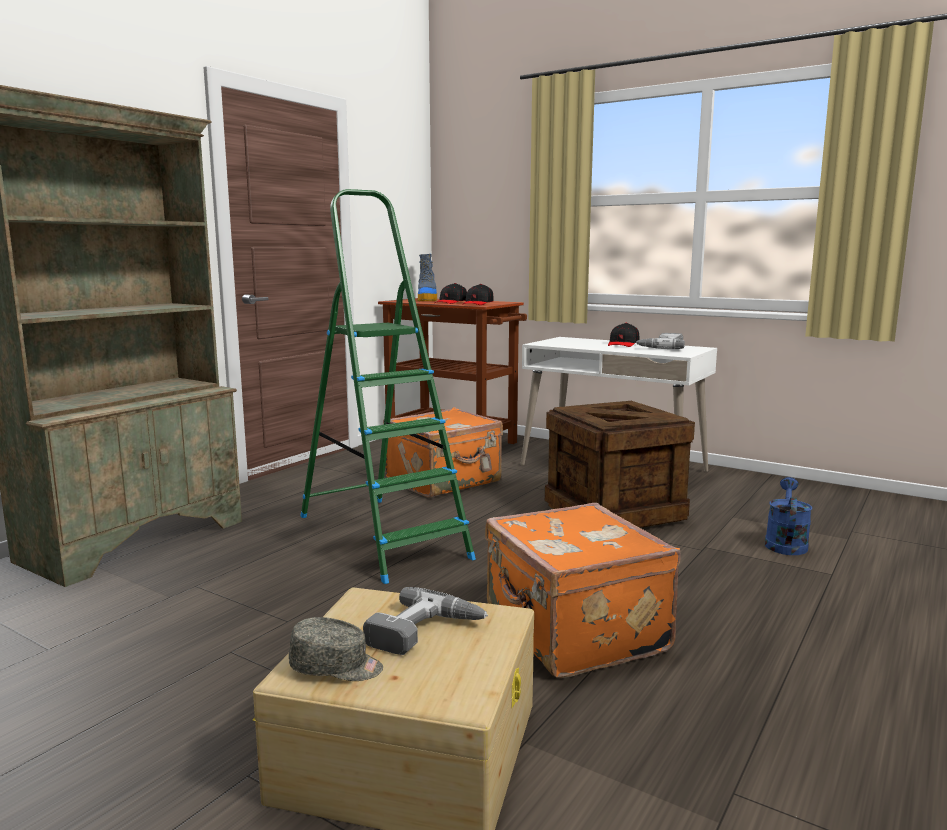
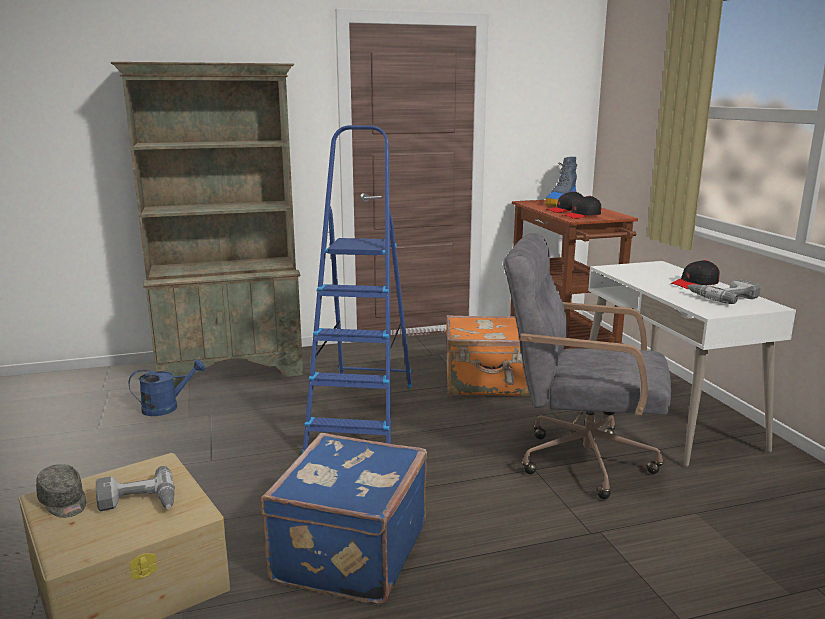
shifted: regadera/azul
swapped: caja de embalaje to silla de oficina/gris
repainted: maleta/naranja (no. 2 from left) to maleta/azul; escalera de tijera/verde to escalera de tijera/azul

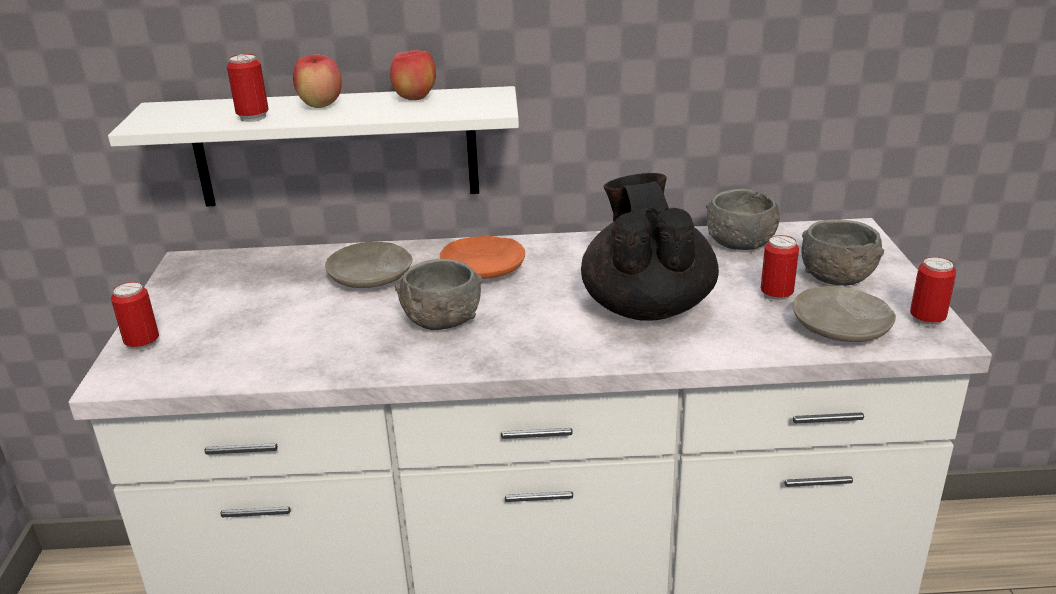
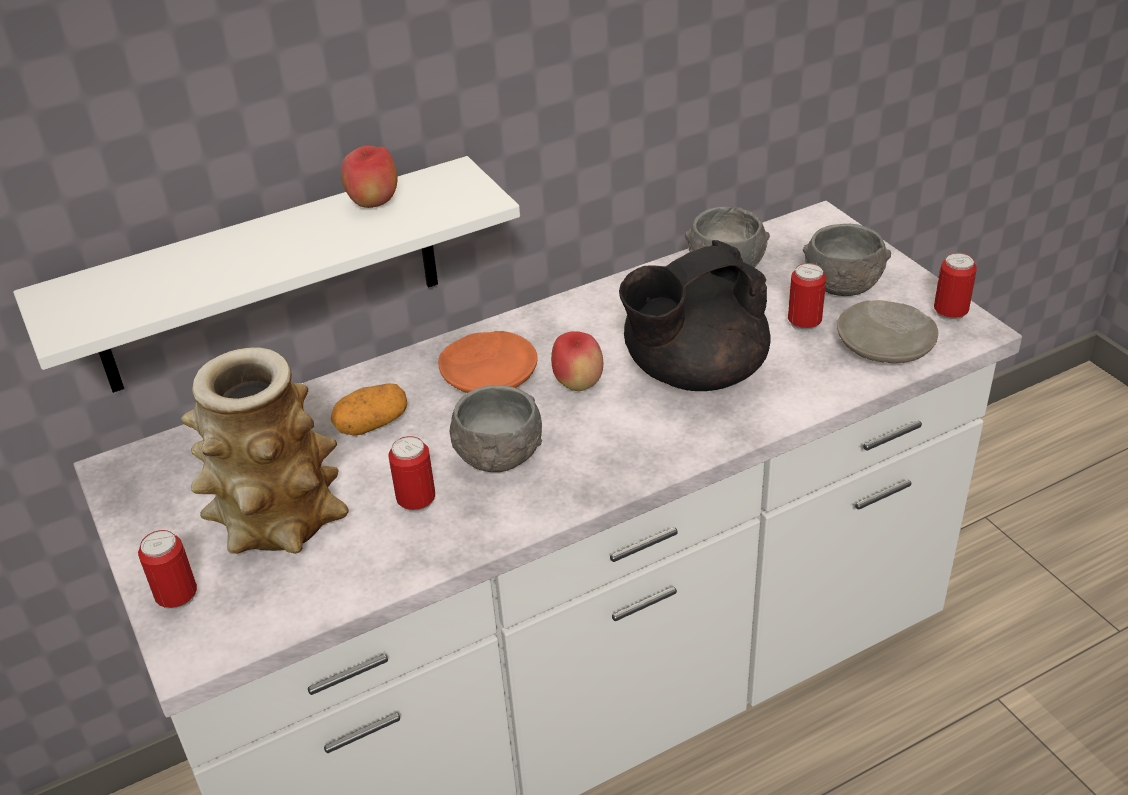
new: florero
shifted: lata (no. 2 from left); manzana (no. 1 from left in the first image) to manzana (no. 2 from left)
swapped: plato/beis (no. 1 from left) to patata
rotated: tetera/negro 90 degrees counterclockwise

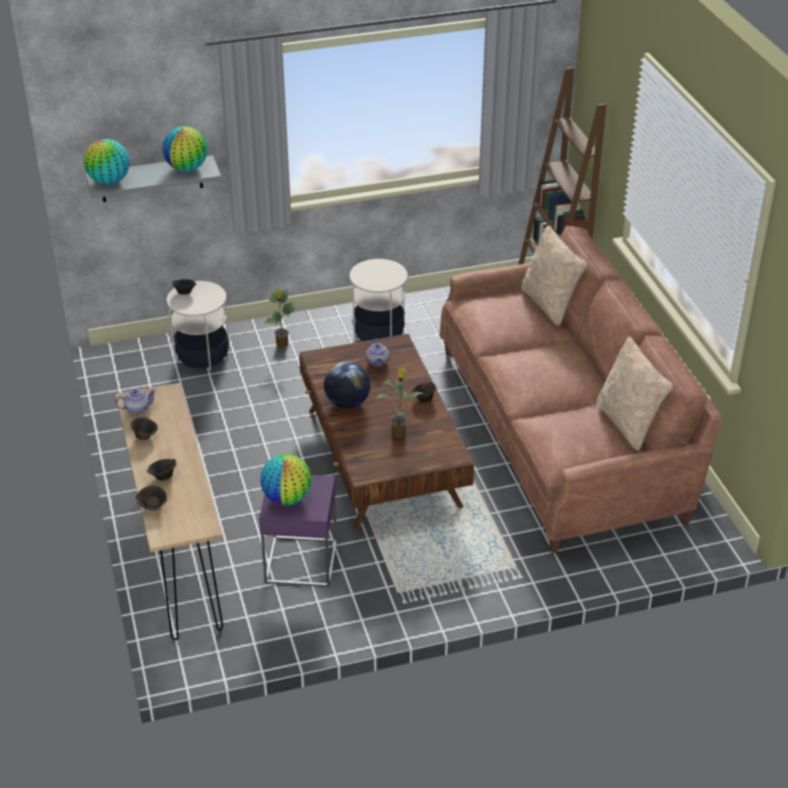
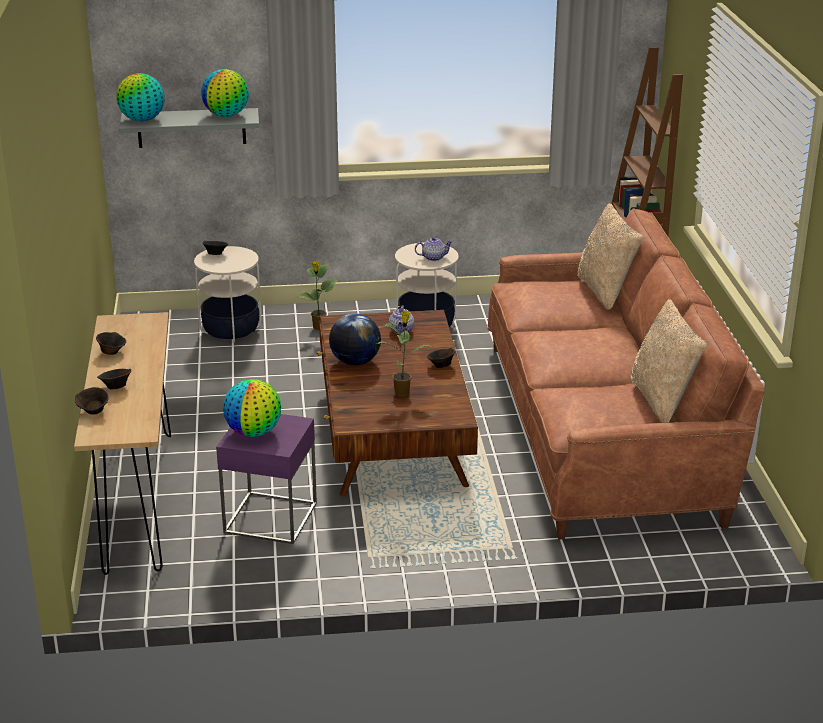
shifted: tetera (no. 1 from left in the first image) to tetera (no. 2 from left)

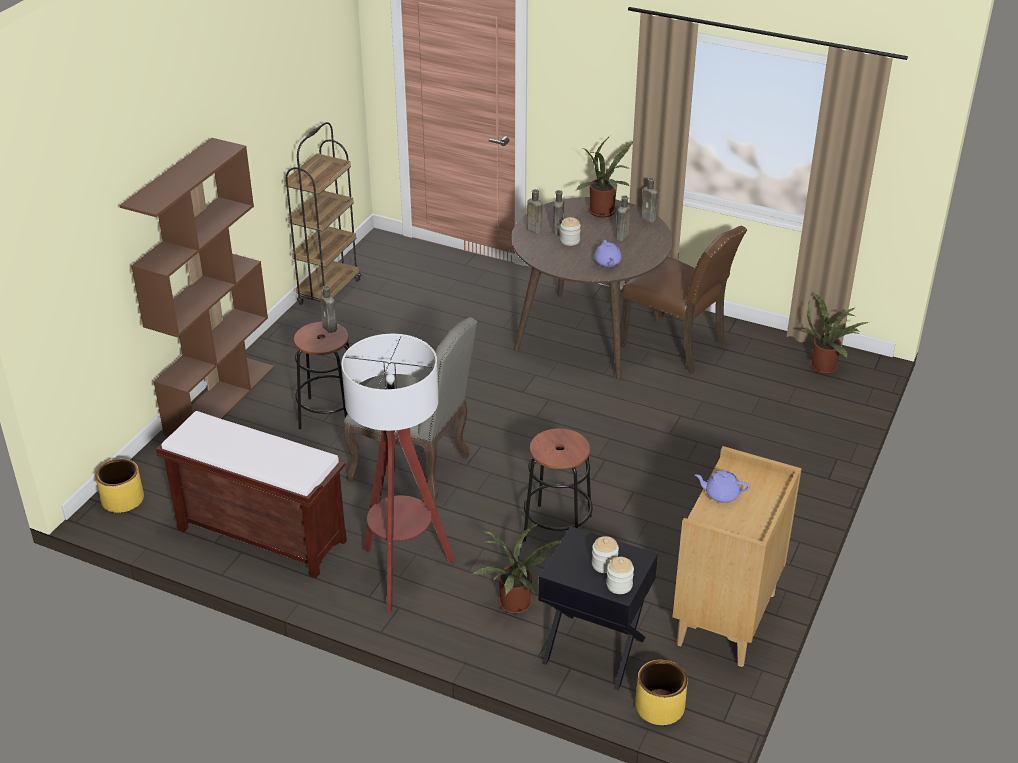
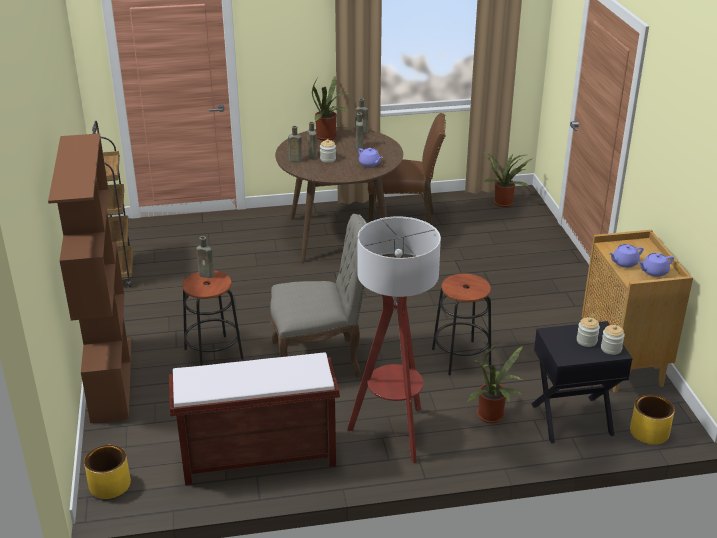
new: tetera/morado (no. 3 from left)

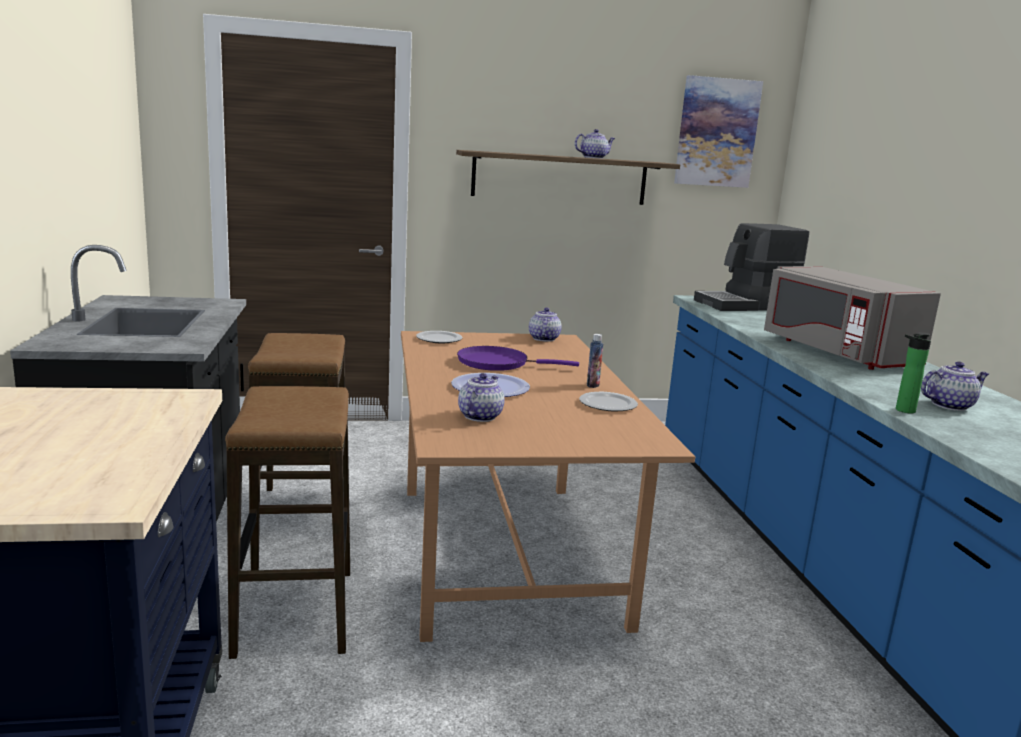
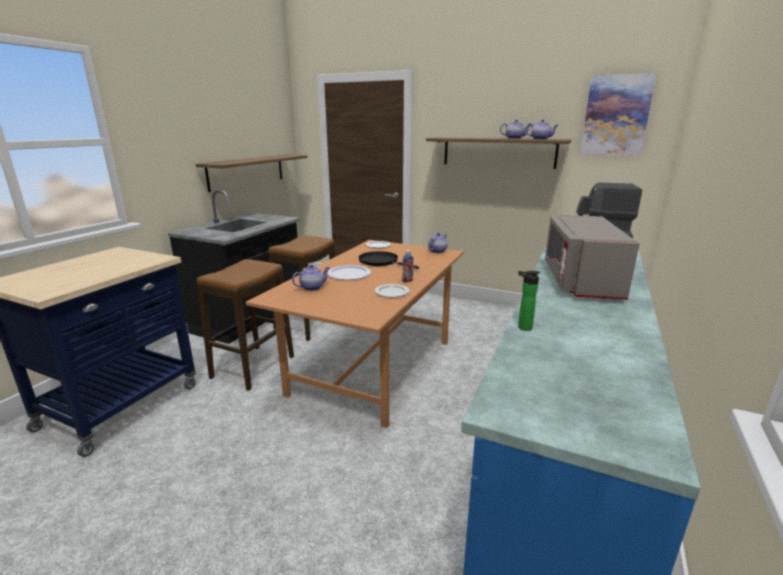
new: estante (no. 1 from left)
shifted: tetera (no. 4 from left)
repainted: sartén/morado to sartén/negro

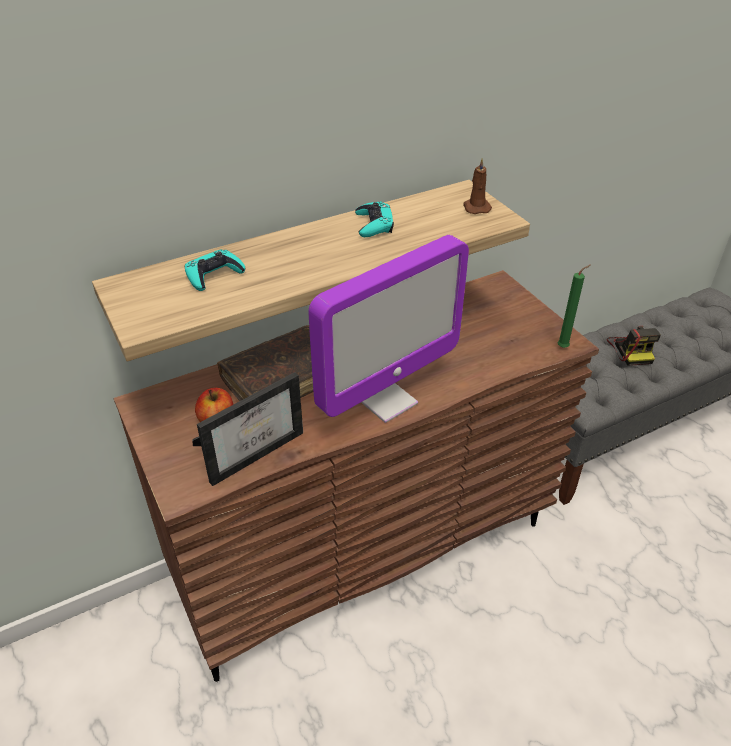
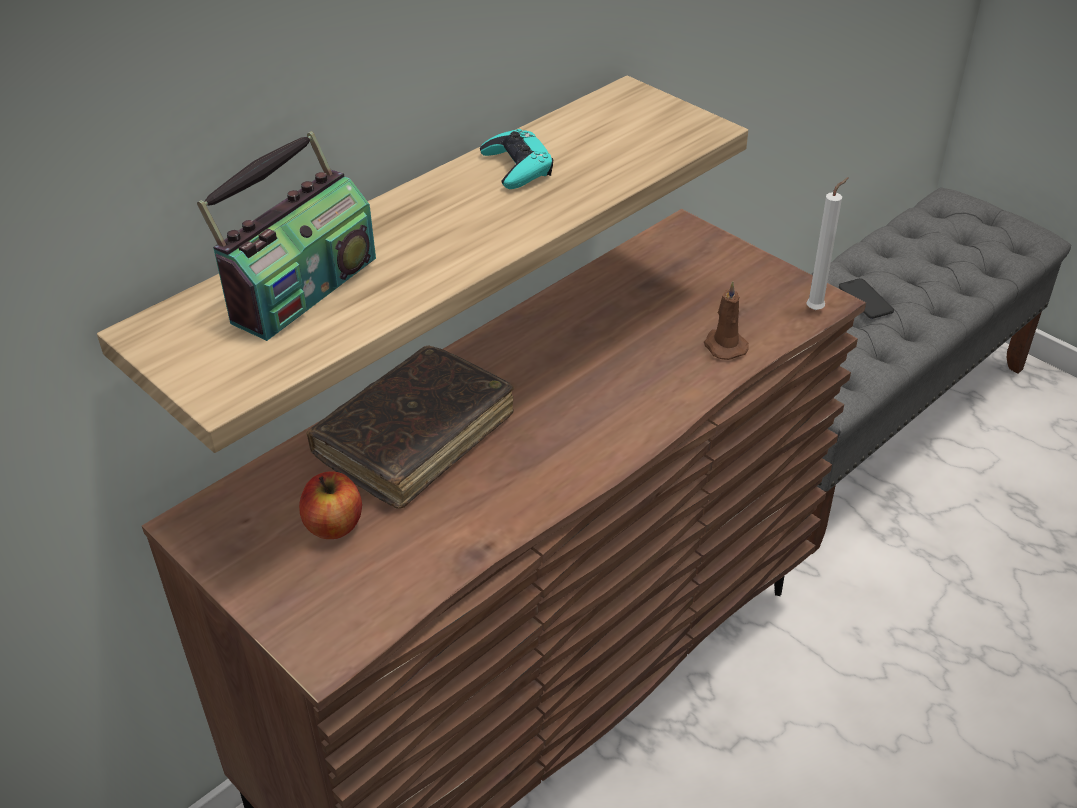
gone: portarretratos; monitor
shifted: vela/marrón
swapped: mando de consola/turquesa (no. 1 from left) to radio; cámara to móvil
repainted: vela/verde to vela/blanco

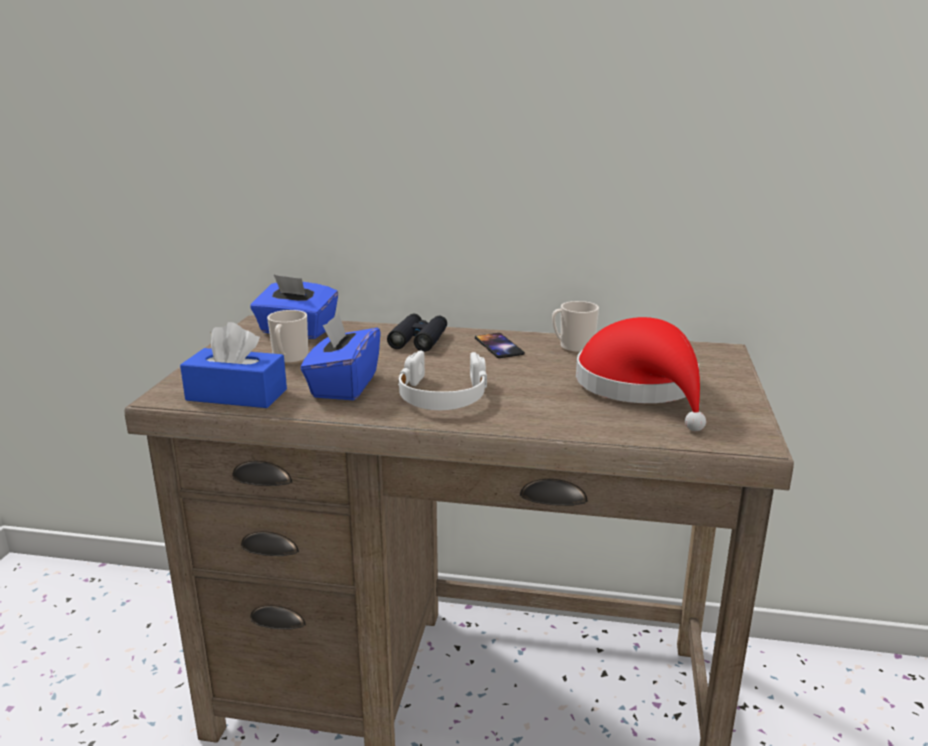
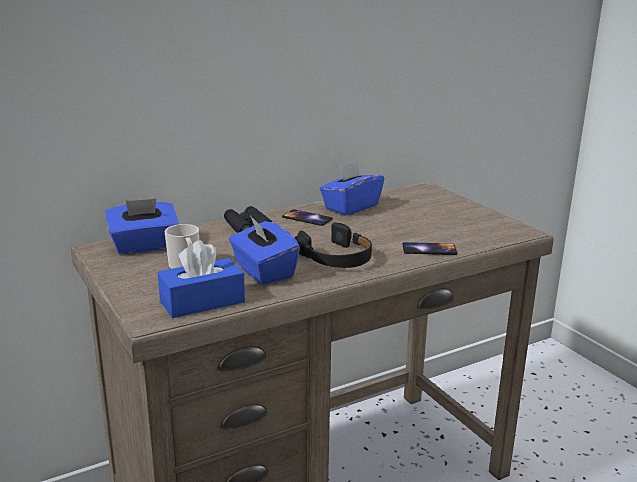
gone: sombrero/rojo
new: móvil (no. 2 from left)
swapped: taza grande (no. 2 from left) to caja de pañuelos/azul (no. 4 from left)
repainted: auriculares/blanco to auriculares/negro

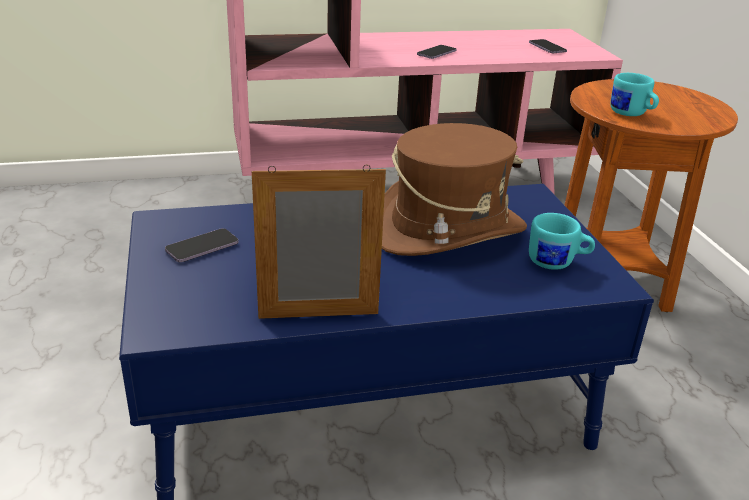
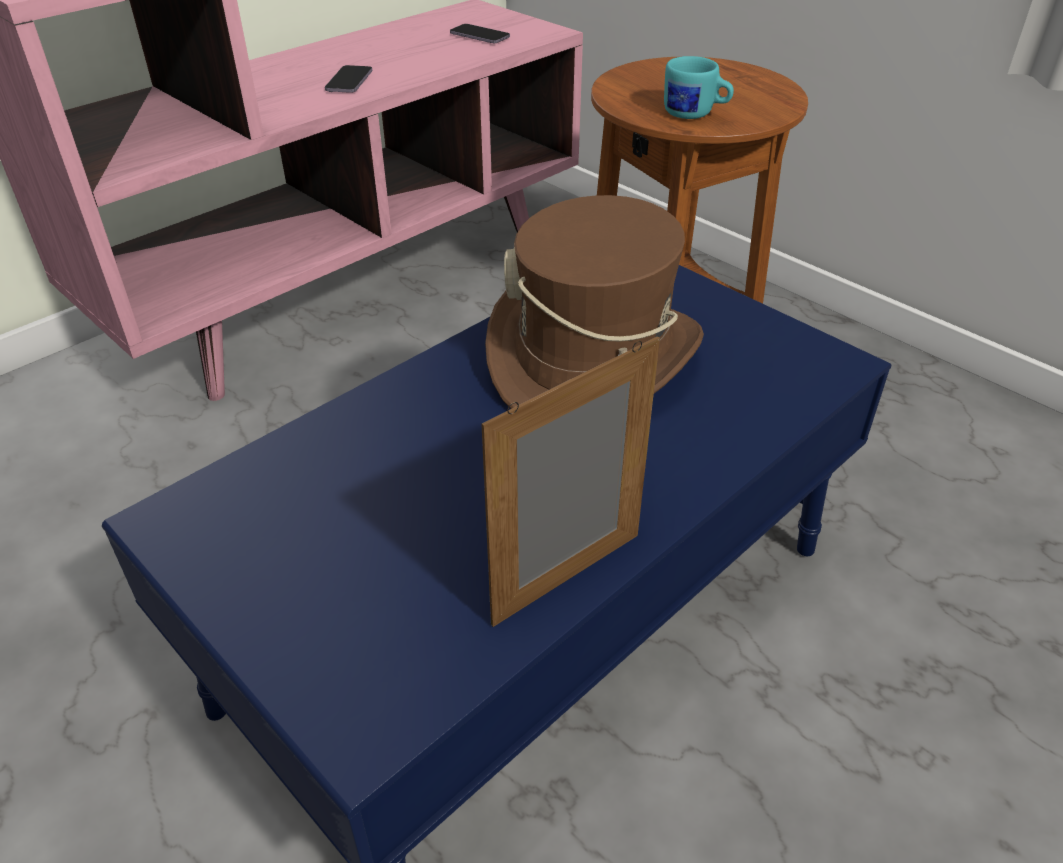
gone: móvil (no. 1 from left); taza grande/turquesa (no. 1 from left)

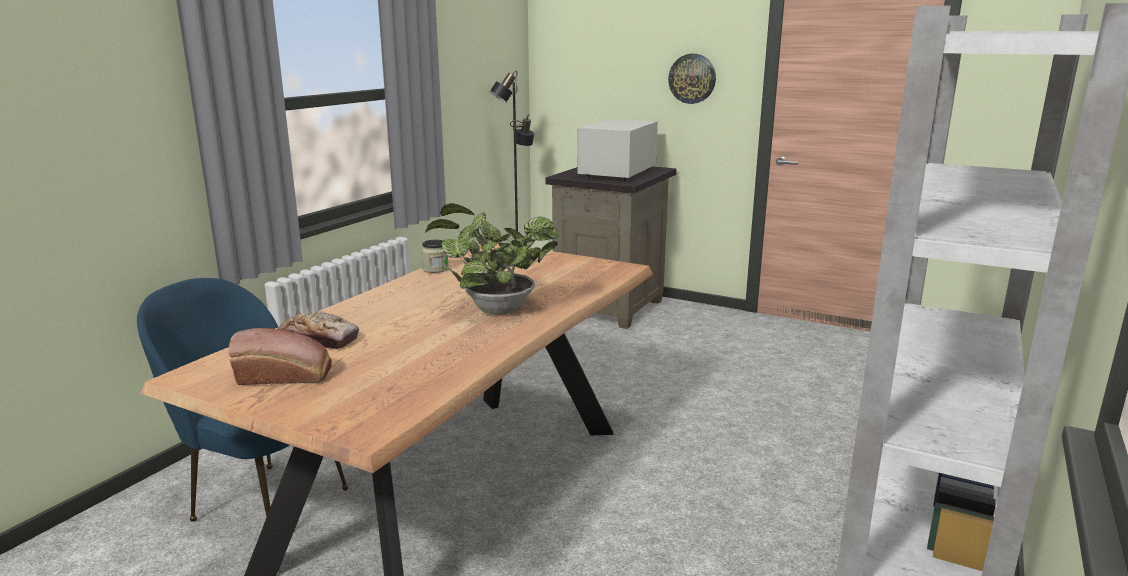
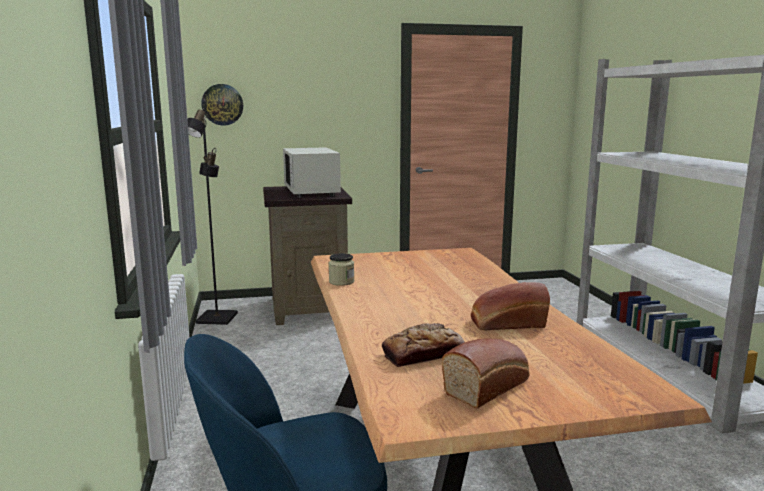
gone: planta en maceta
new: pan (no. 3 from left)
shifted: reloj de pared

